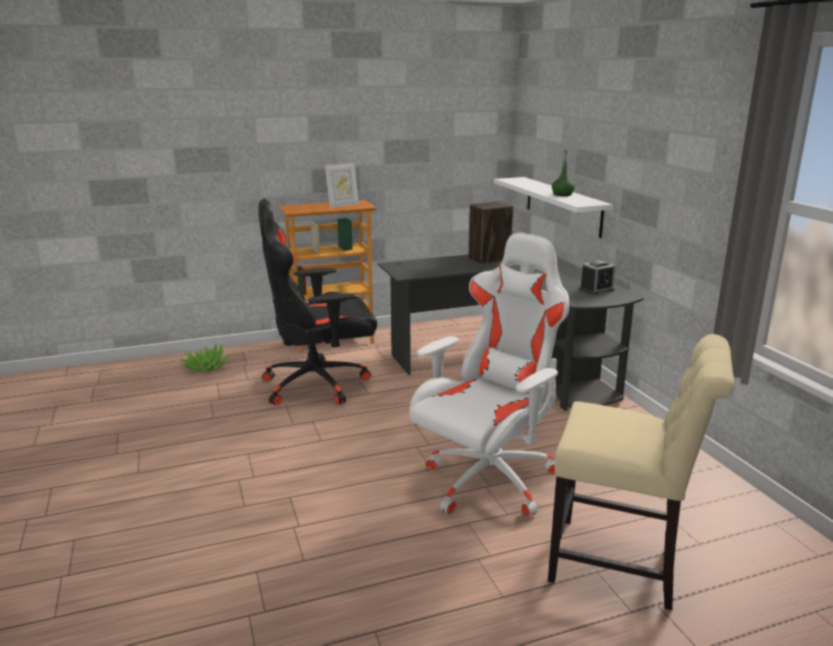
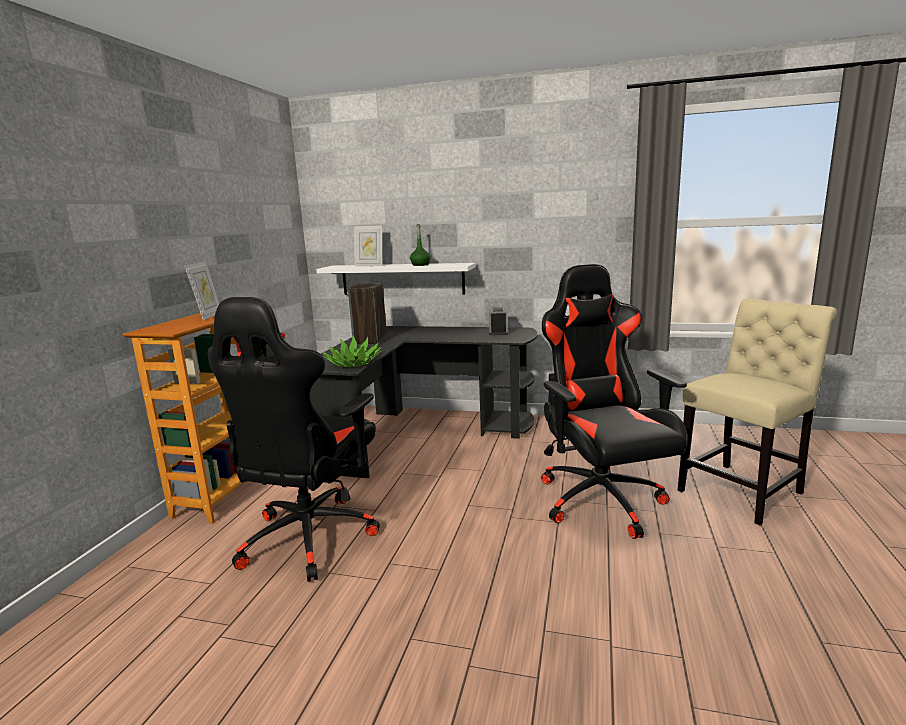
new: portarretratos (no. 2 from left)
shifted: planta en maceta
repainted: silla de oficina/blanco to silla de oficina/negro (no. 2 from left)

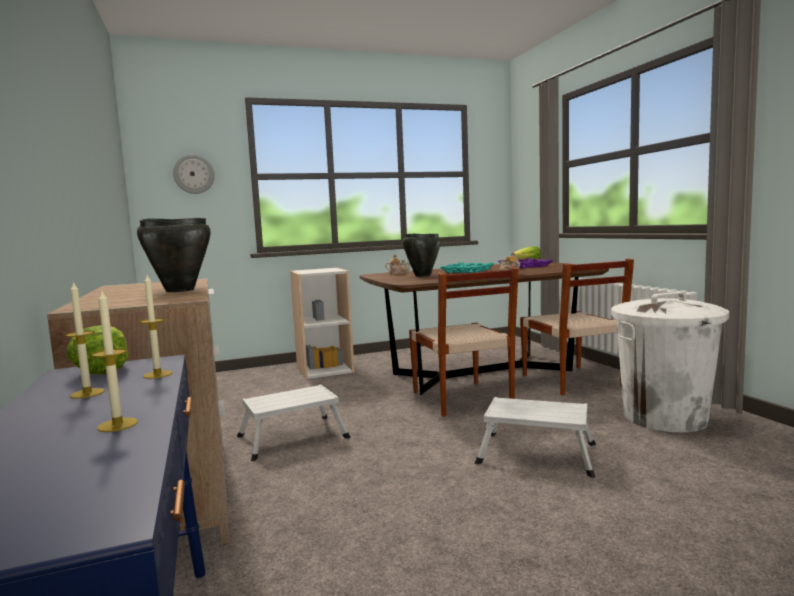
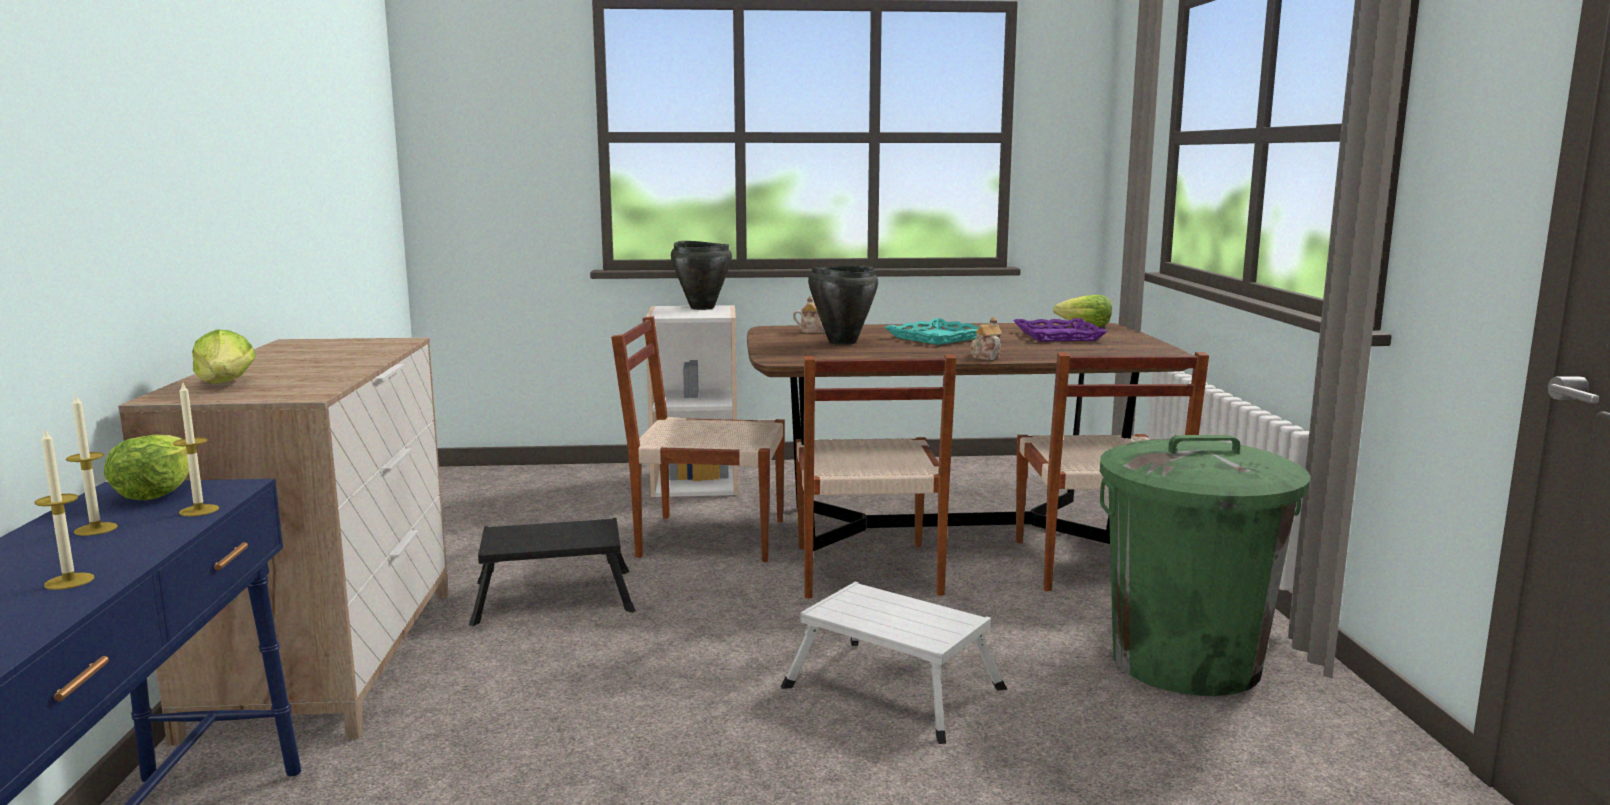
gone: reloj de pared
new: lechuga (no. 2 from left); silla (no. 1 from left)
shifted: olla/negro (no. 1 from left)
repainted: escalera de tijera/blanco (no. 1 from left) to escalera de tijera/negro; papelera/blanco to papelera/verde

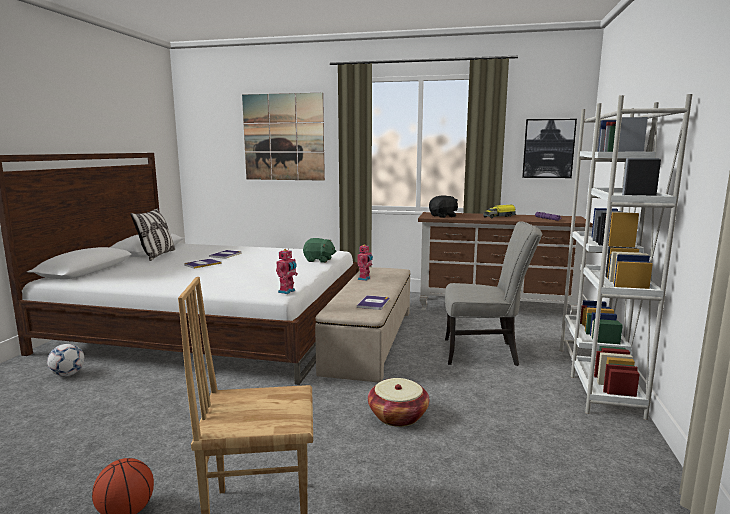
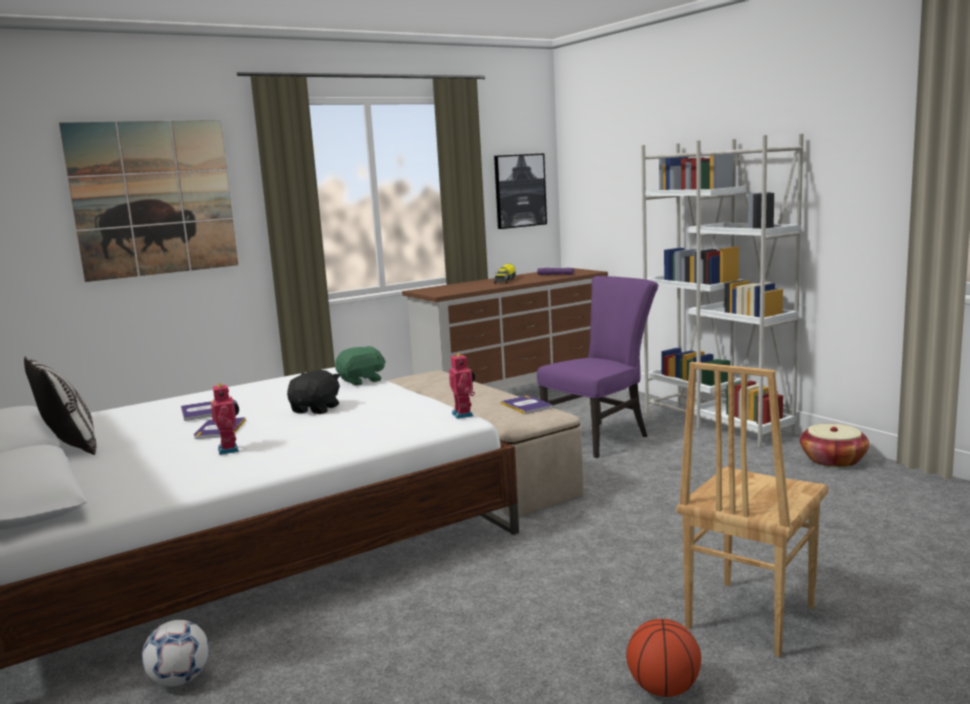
shifted: robot de juguete (no. 2 from left in the first image) to robot de juguete (no. 1 from left); peluche/negro; cesta
repainted: silla/gris to silla/morado

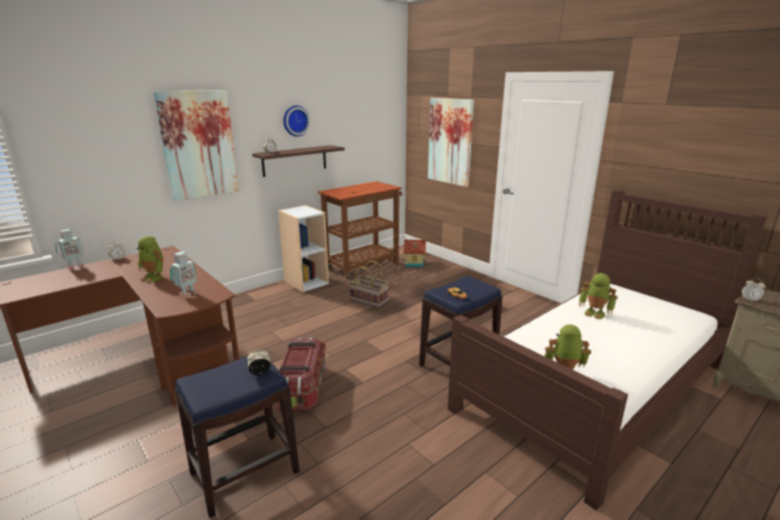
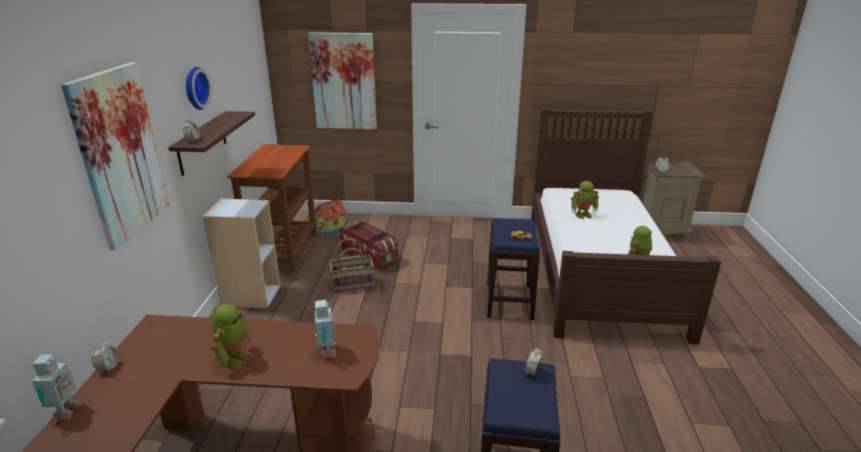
shifted: caja de almacenaje
rotated: robot de juguete (no. 2 from left) 60 degrees counterclockwise

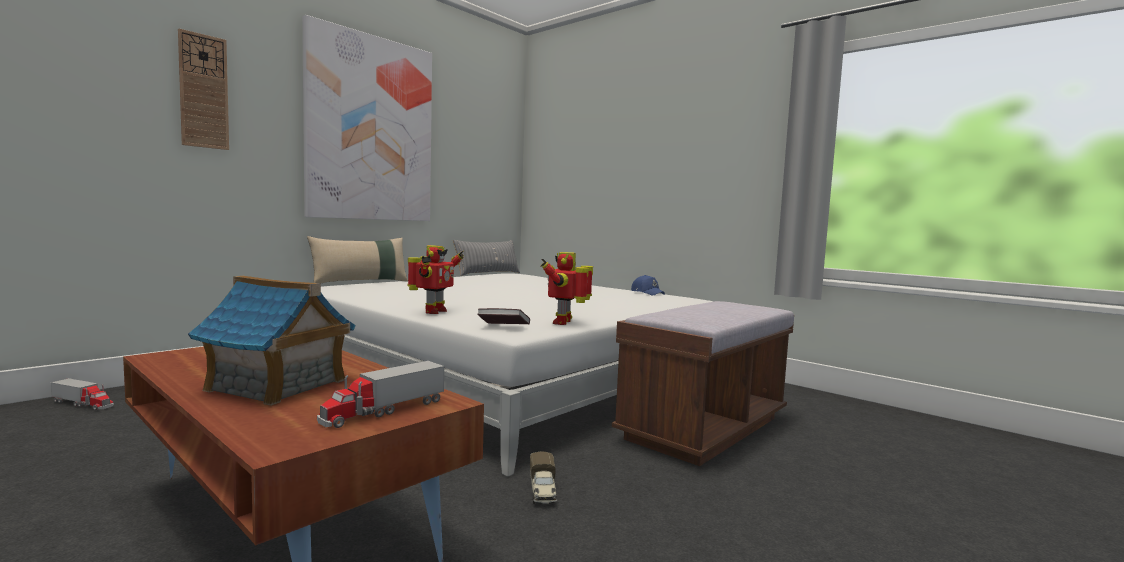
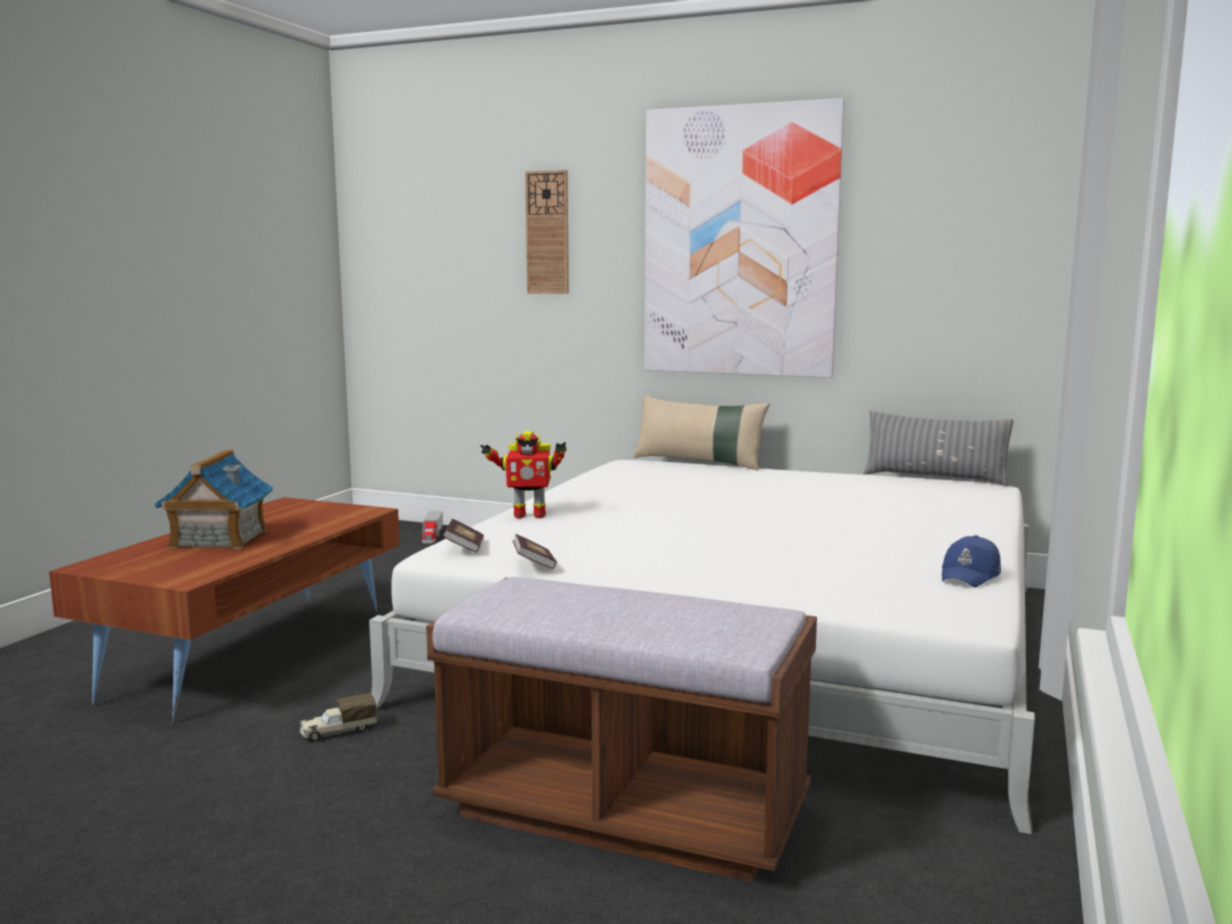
gone: camión de juguete (no. 2 from left)
swapped: robot de juguete (no. 2 from left) to libro (no. 2 from left)

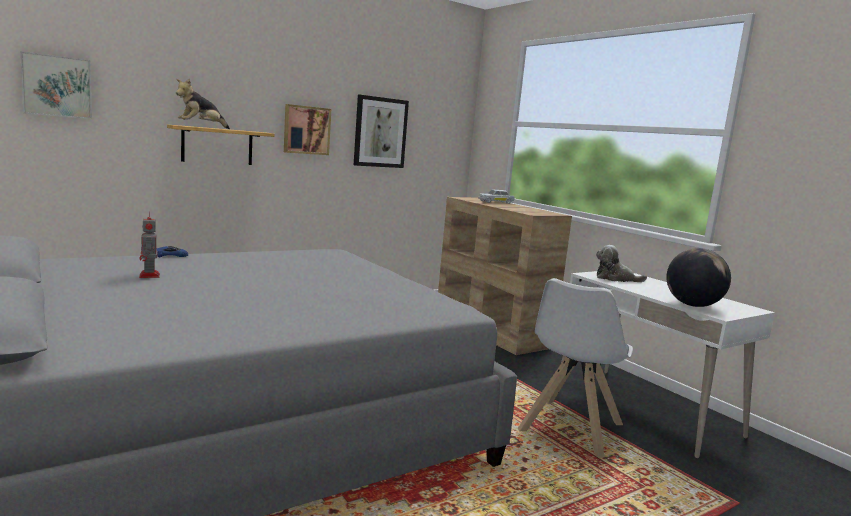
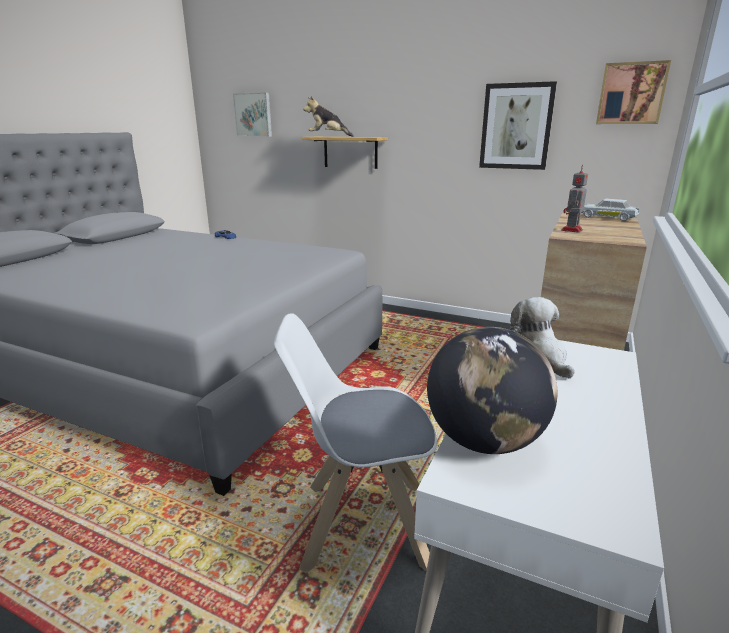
shifted: robot de juguete; cuadro (no. 2 from left in the first image) to cuadro (no. 3 from left)

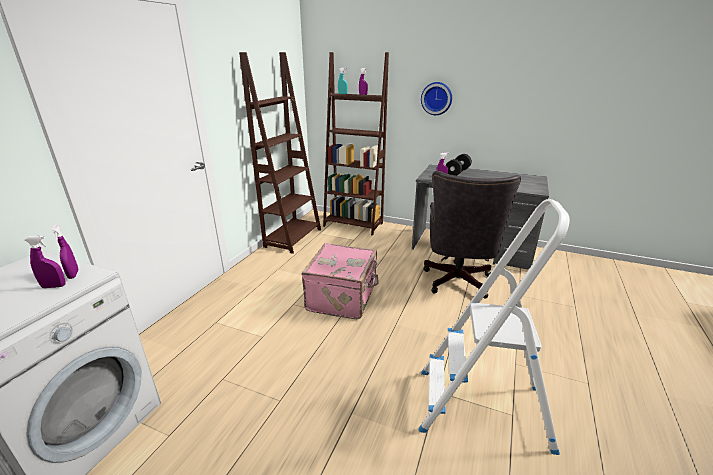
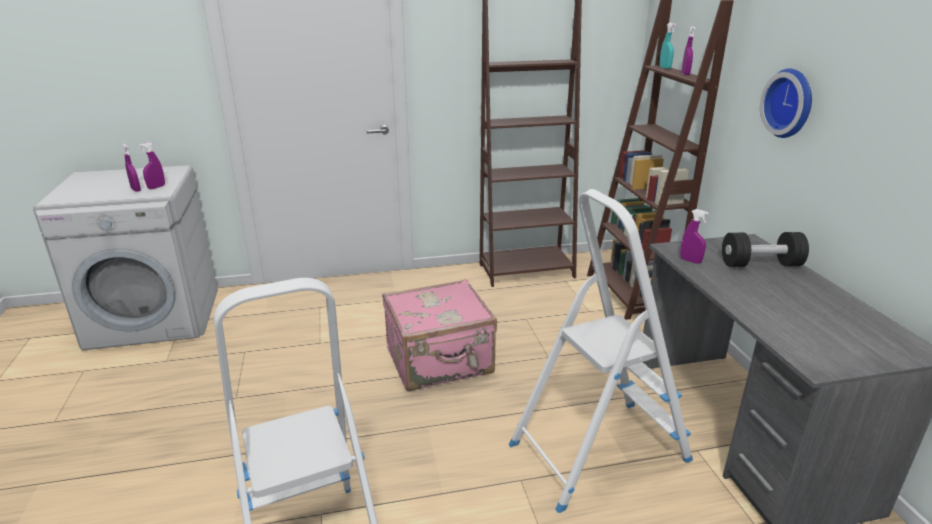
swapped: silla de oficina/gris to escalera de tijera/blanco (no. 2 from left)

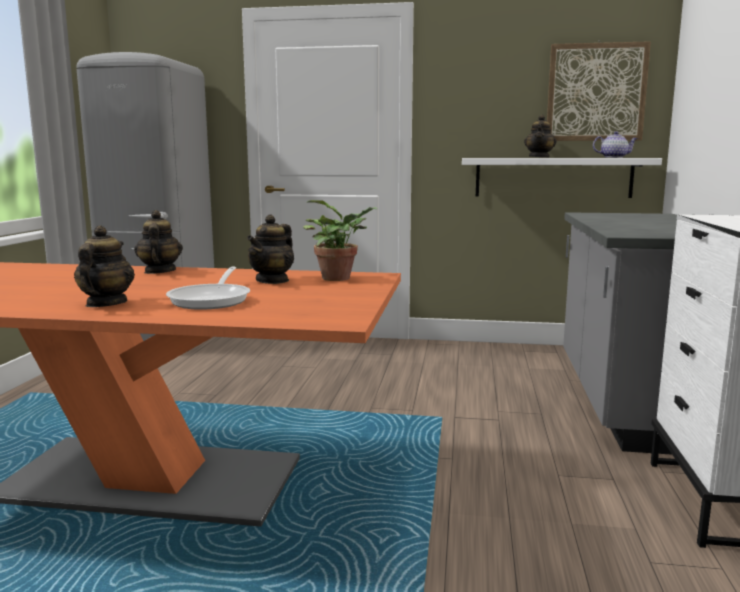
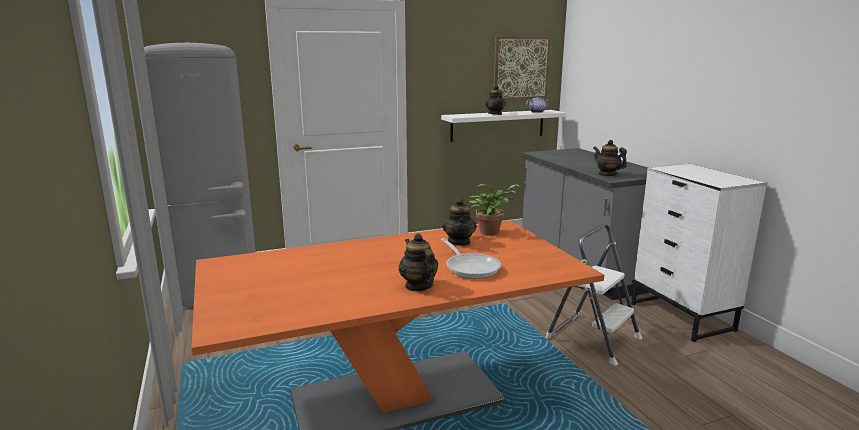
new: escalera de tijera/blanco
shifted: tetera (no. 2 from left in the first image) to tetera (no. 5 from left)

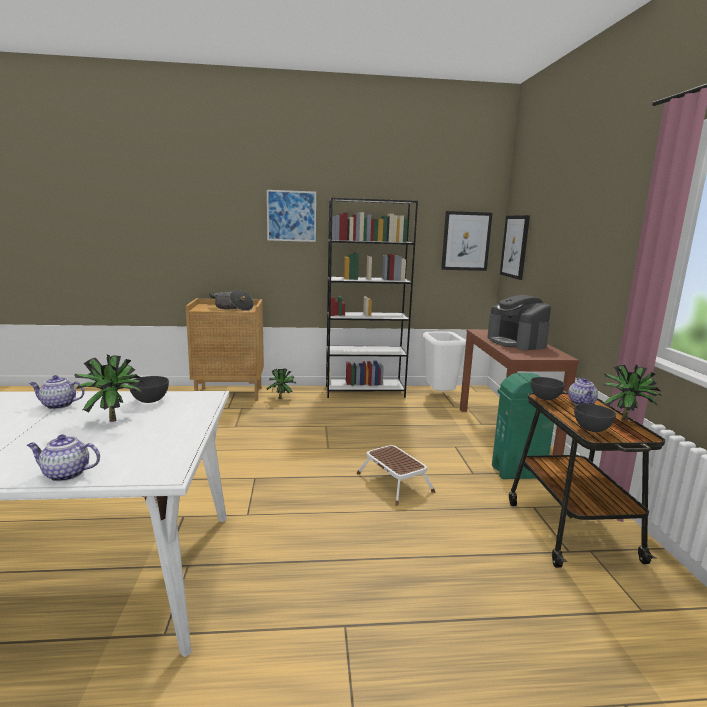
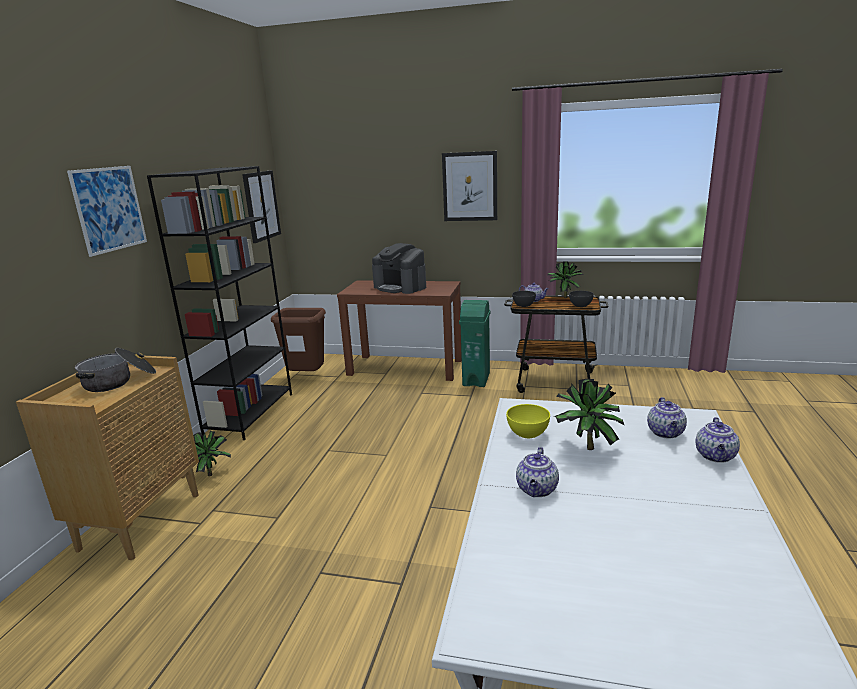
gone: escalera de tijera/marrón
new: tetera (no. 3 from left)
shifted: cuadro (no. 3 from left)
repainted: estantería/blanco to estantería/negro; papelera/blanco to papelera/marrón; cuenco/gris (no. 1 from left) to cuenco/amarillo
rotated: cafetera 45 degrees clockwise

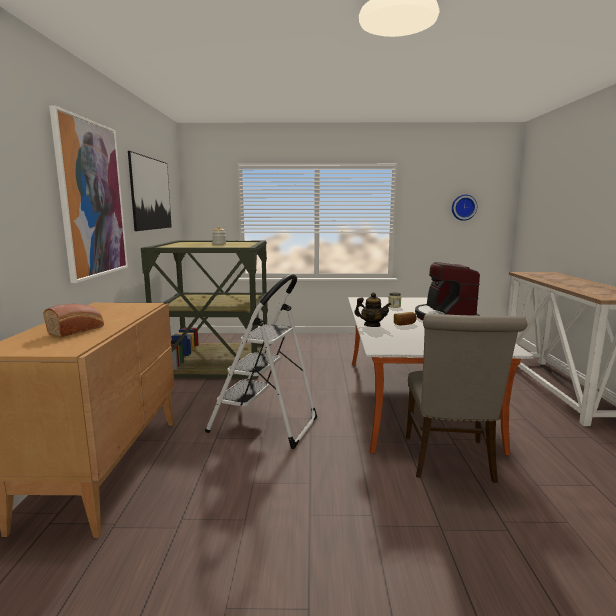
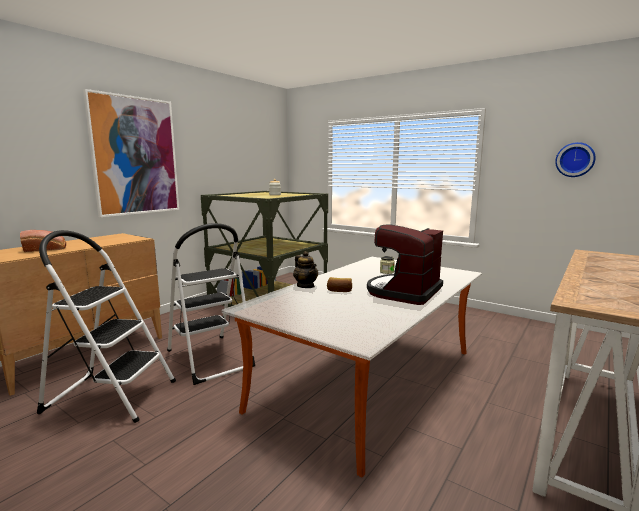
gone: cuadro (no. 2 from left); silla/beis
new: escalera de tijera (no. 1 from left)

